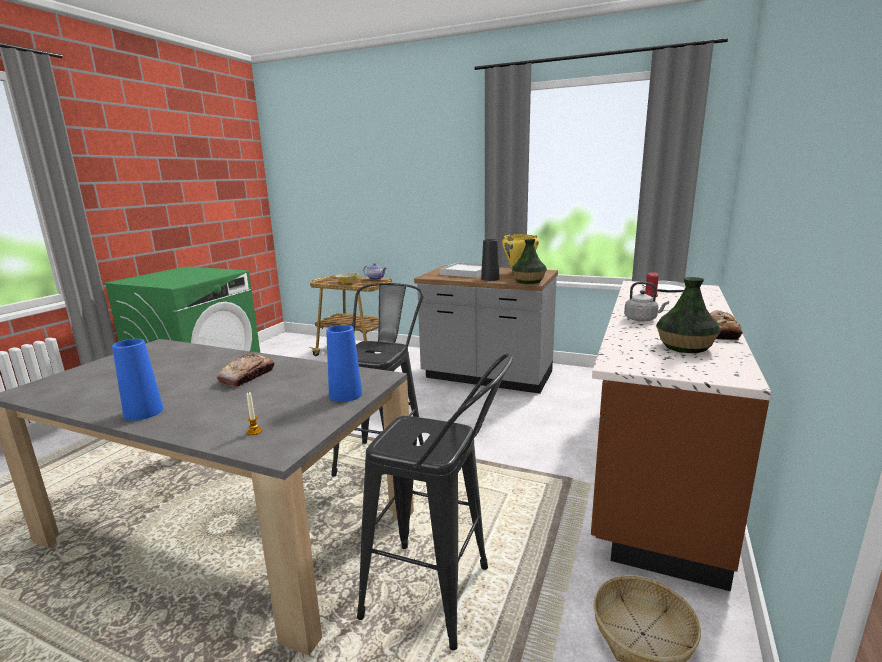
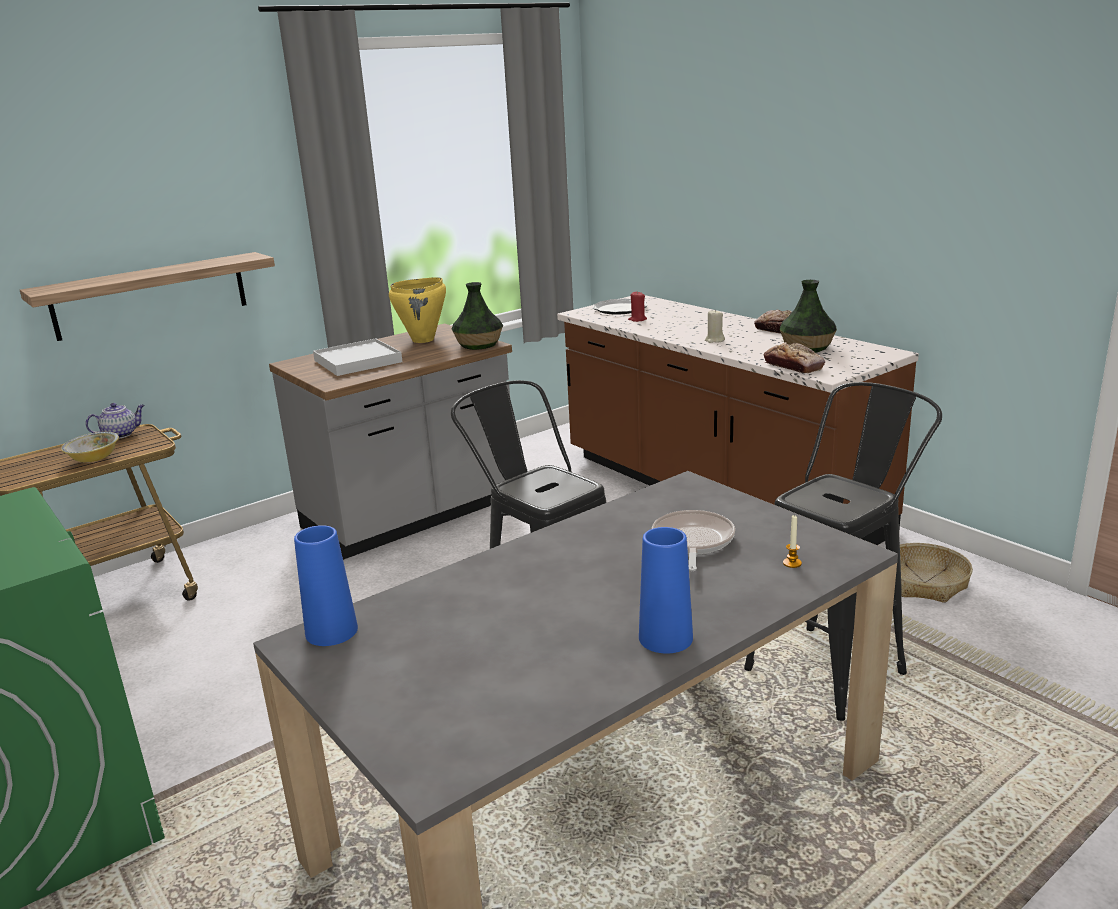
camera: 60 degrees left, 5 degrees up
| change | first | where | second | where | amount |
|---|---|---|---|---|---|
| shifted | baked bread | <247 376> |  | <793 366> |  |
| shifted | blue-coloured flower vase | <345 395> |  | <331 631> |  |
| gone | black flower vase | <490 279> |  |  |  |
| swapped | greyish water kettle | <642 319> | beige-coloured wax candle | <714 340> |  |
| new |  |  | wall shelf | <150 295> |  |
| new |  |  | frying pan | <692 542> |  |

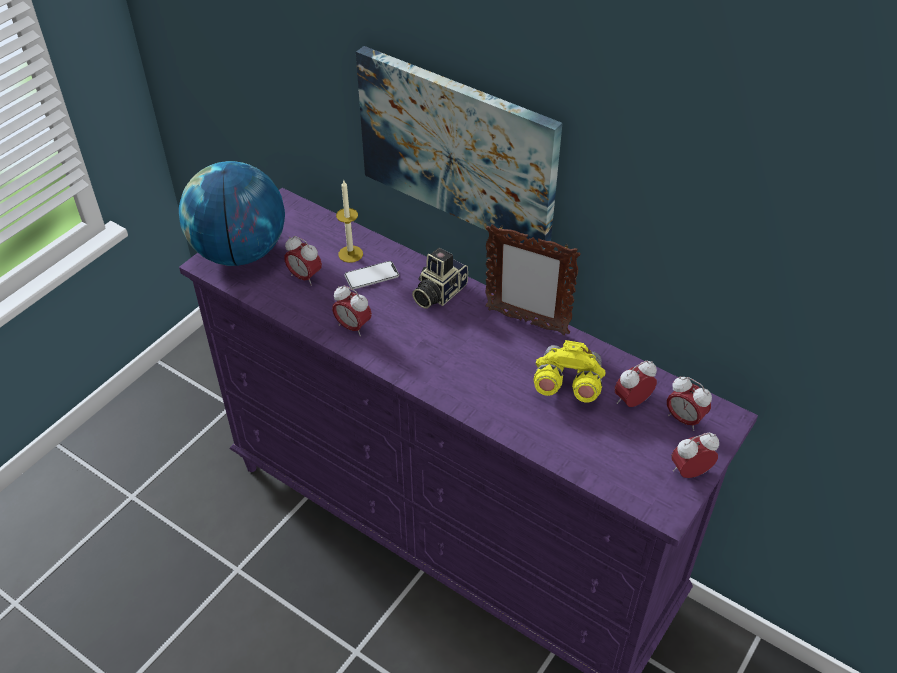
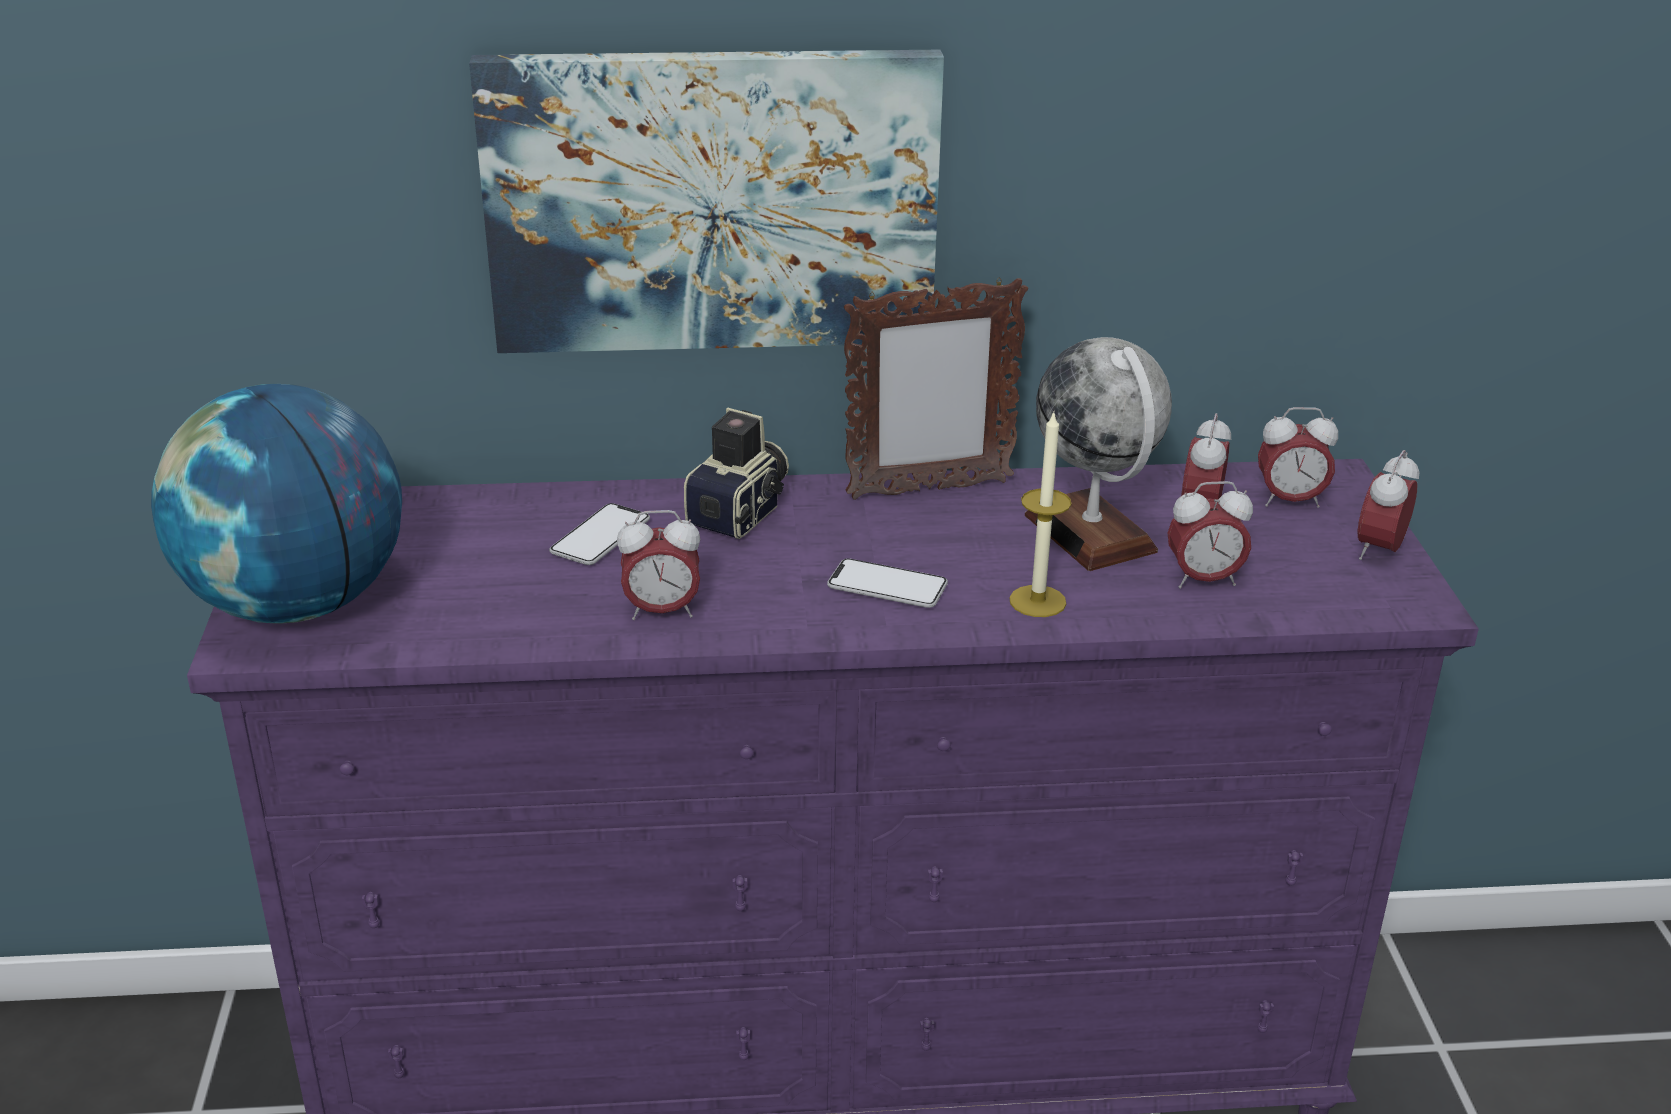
camera: 40 degrees left, 15 degrees down
| change | first | where | second | where | amount |
|---|---|---|---|---|---|
| shifted | table clock | <305 277> |  | <1203 580> |  |
| shifted | wax candle | <350 254> |  | <1037 601> |  |
| rotated | photo camera | <438 292> |  | <743 512> | 150 degrees counterclockwise |
| swapped | yellow binoculars | <567 384> | desk globe | <1091 533> |  |
| new |  |  | telephone | <887 586> |  |

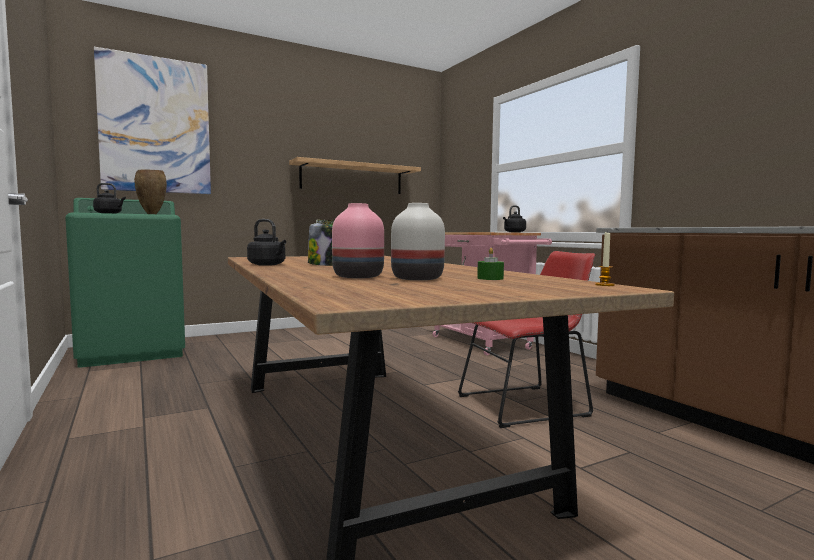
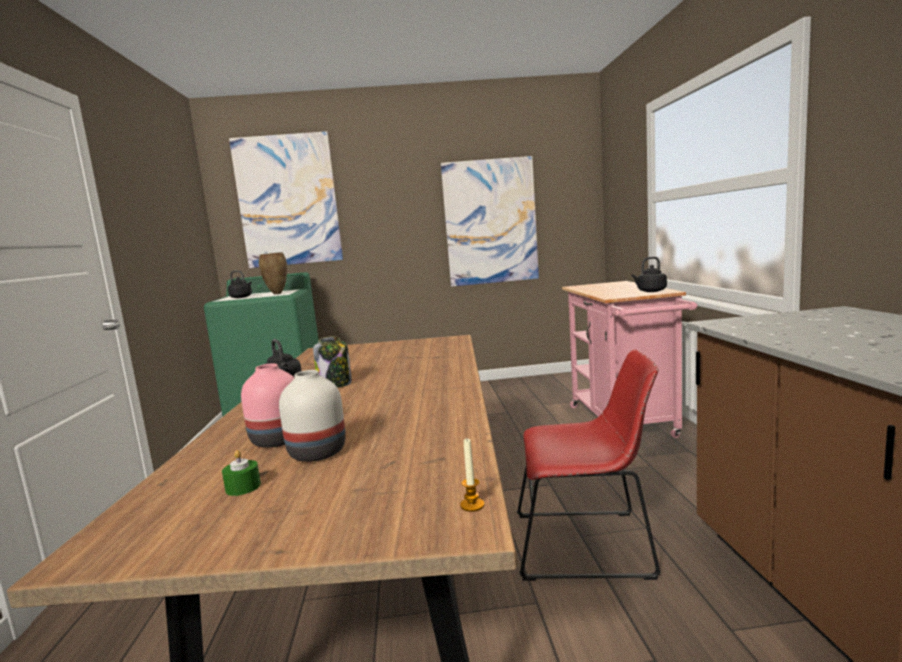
camera: 25 degrees right, 5 degrees up
| change | first | where | second | where | amount |
|---|---|---|---|---|---|
| swapped | wall shelf | <352 178> | wall art | <490 222> |  |
| shifted | greenish wax candle | <490 278> |  | <243 487> |  |

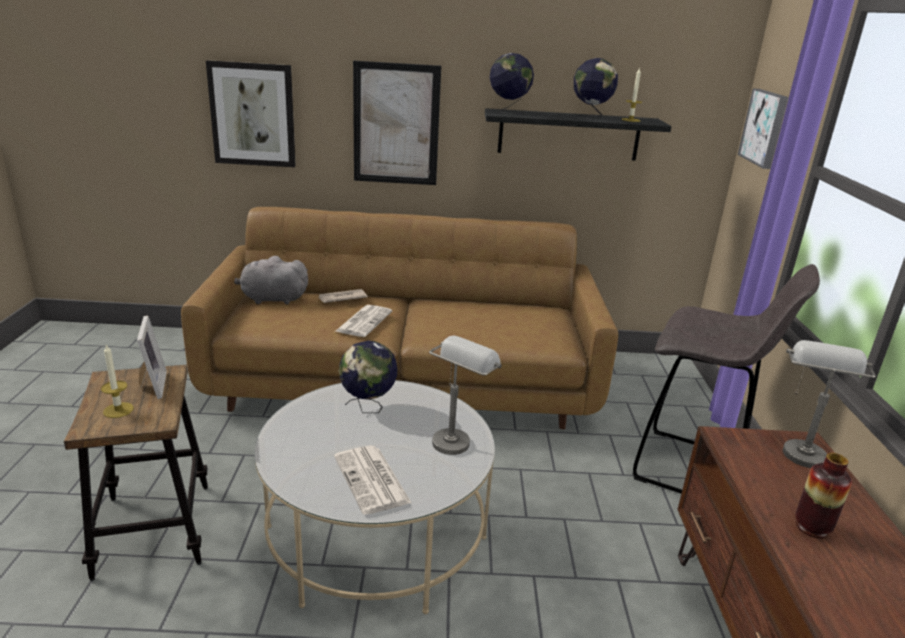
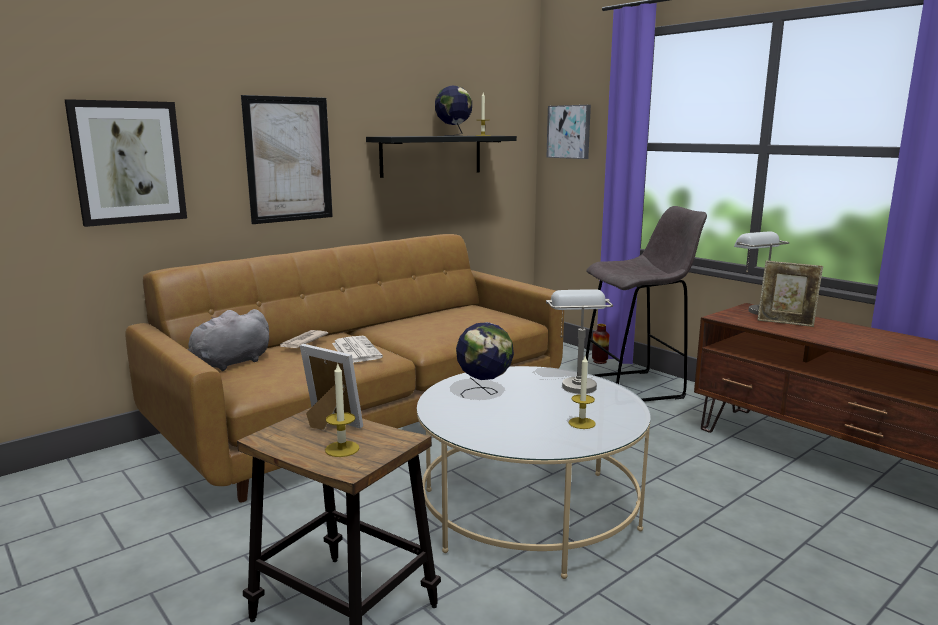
camera: 40 degrees left, 10 degrees down
| change | first | where | second | where | amount |
|---|---|---|---|---|---|
| swapped | newspaper | <372 480> | wax candle | <581 423> |  |
| gone | desk globe | <508 111> |  |  |  |
| shifted | flower vase | <812 527> |  | <599 361> |  |
| new |  |  | photo frame | <785 323> |  |

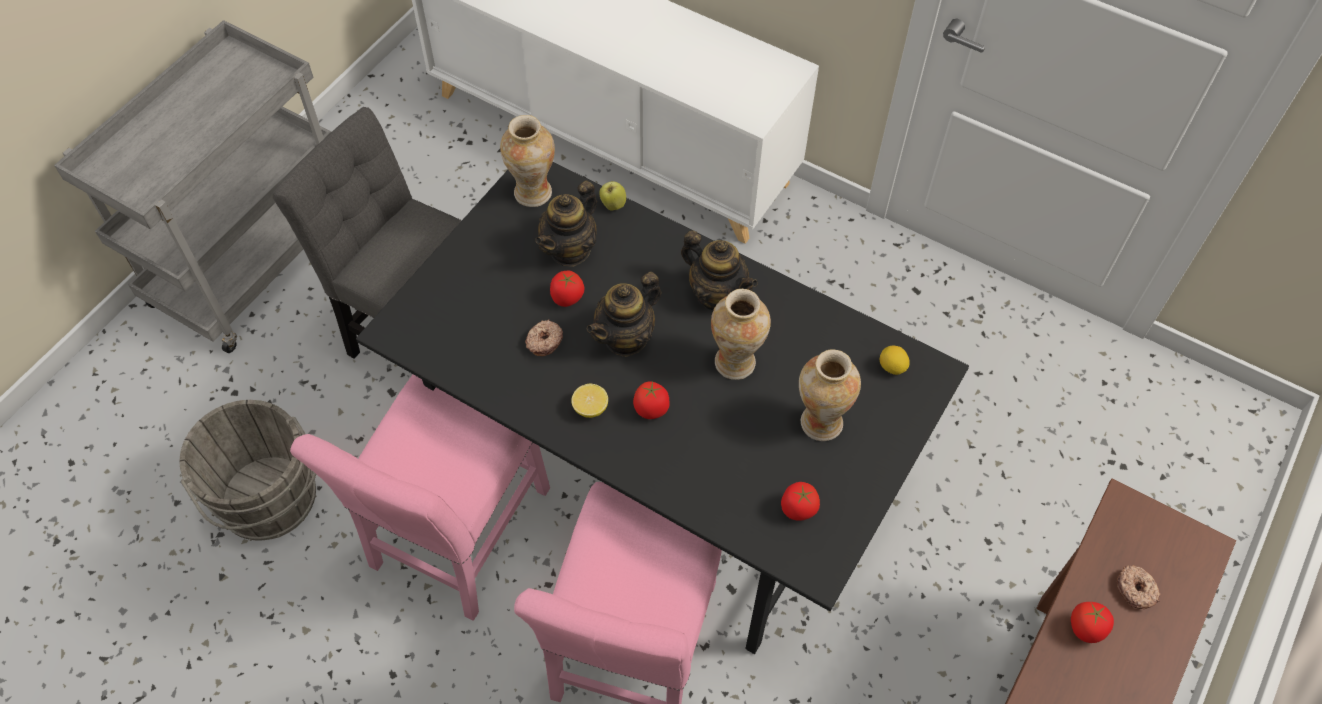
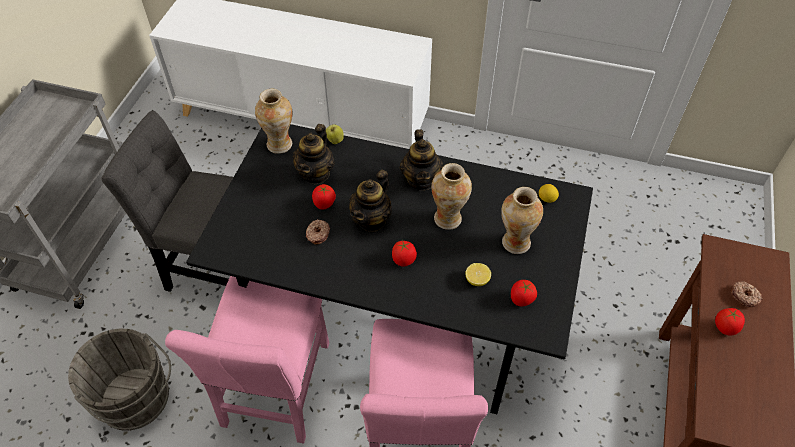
camera: 15 degrees left, 5 degrees down
| change | first | where | second | where | amount |
|---|---|---|---|---|---|
| shifted | whole lemon | <590 408> |  | <477 280> |  |
| rotated | pot for tea | <717 294> |  | <421 180> | 60 degrees clockwise |

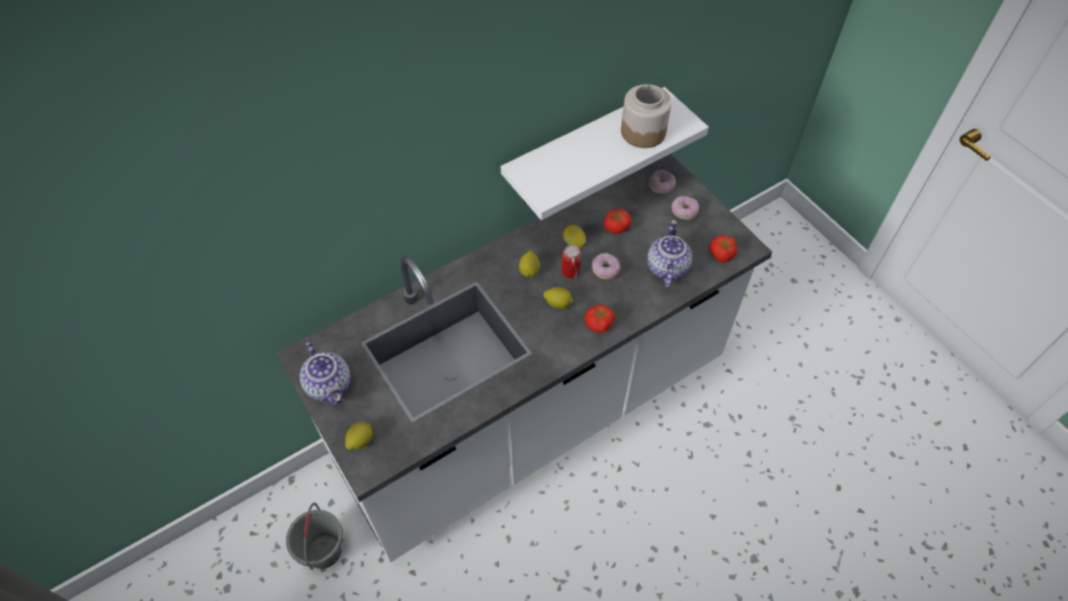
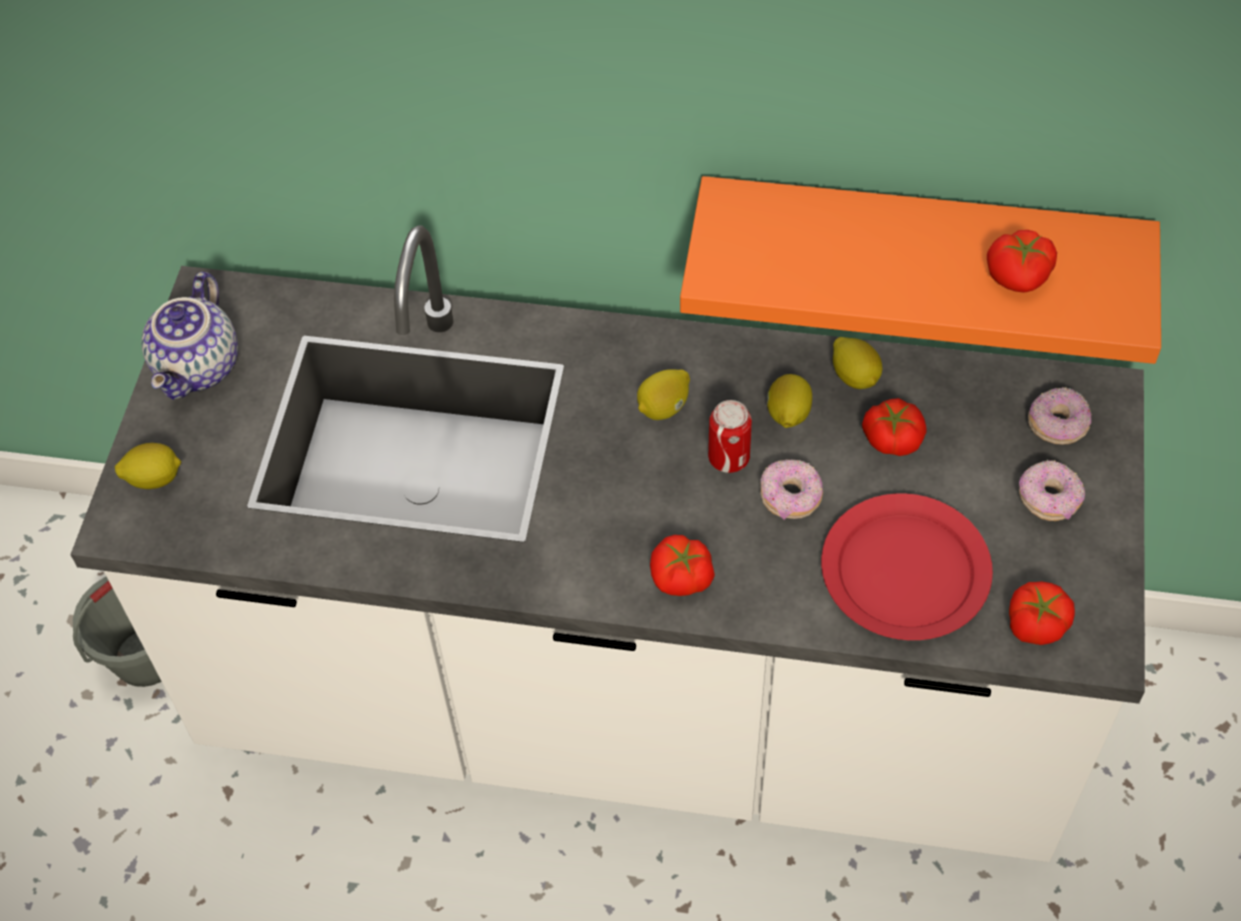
camera: 45 degrees right, 0 degrees up
| change | first | where | second | where | amount |
|---|---|---|---|---|---|
| repainted | white-coloured wall shelf | <583 149> | orange-coloured wall shelf | <919 249> |  |
| shifted | whole lemon | <558 303> |  | <855 376> |  |
| swapped | jar | <643 131> | whole tomato | <1019 276> |  |
| swapped | pot for tea | <666 267> | red-coloured flat dish | <903 571> |  |

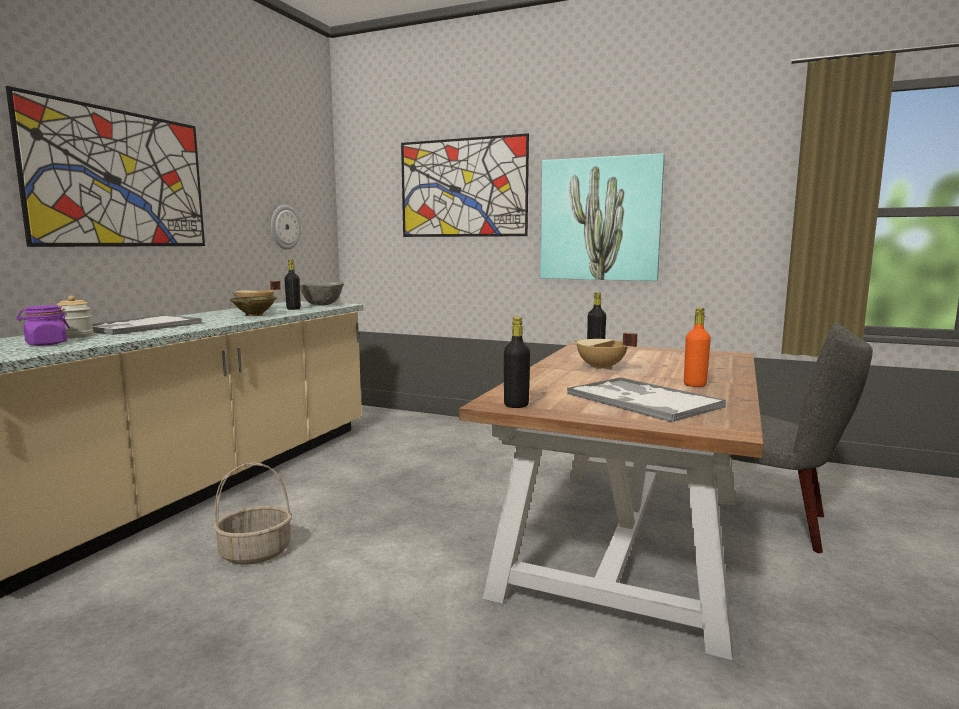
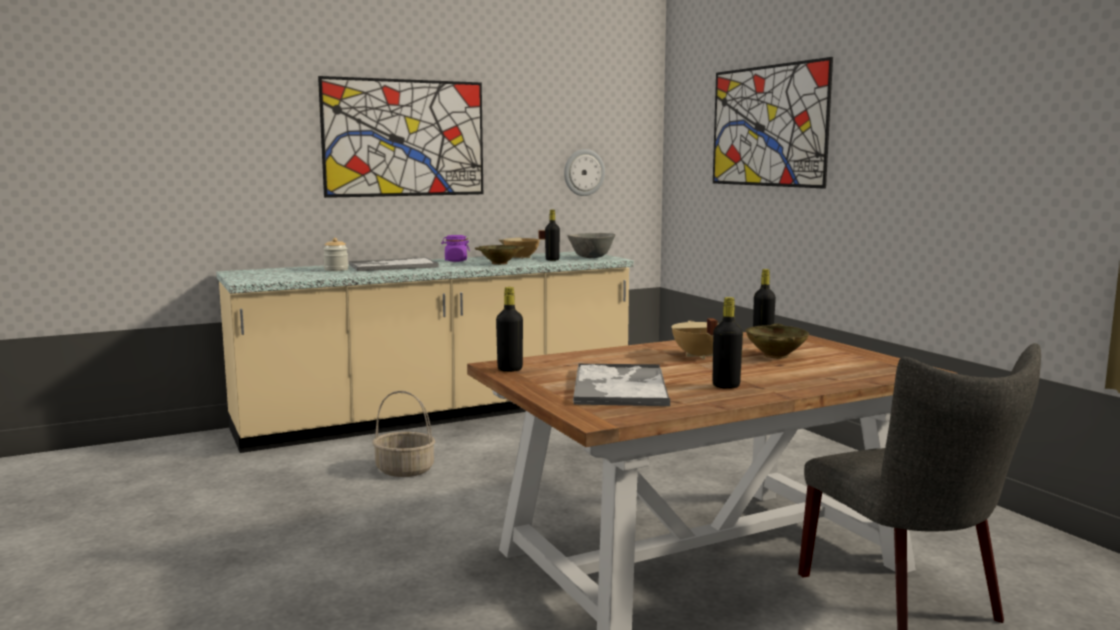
camera: 40 degrees right, 0 degrees up
| change | first | where | second | where | amount |
|---|---|---|---|---|---|
| shifted | purple-coloured jar | <46 344> |  | <455 261> |  |
| gone | wall art | <600 219> |  |  |  |
| repainted | orange-coloured bottle | <695 385> | black bottle | <726 386> |  |
| new |  |  | beige-coloured bowl | <775 355> |  |

